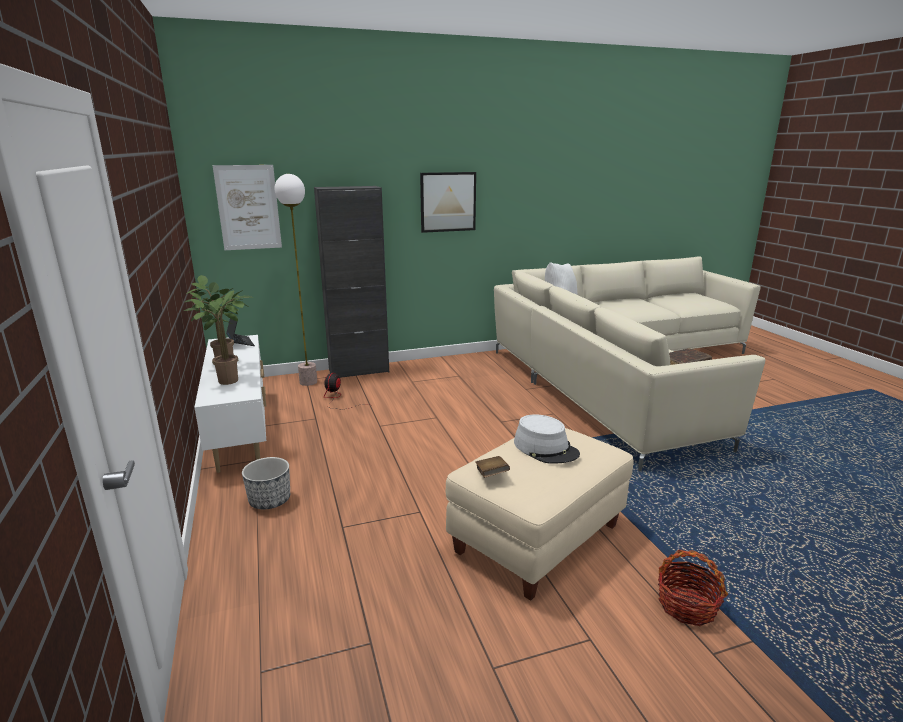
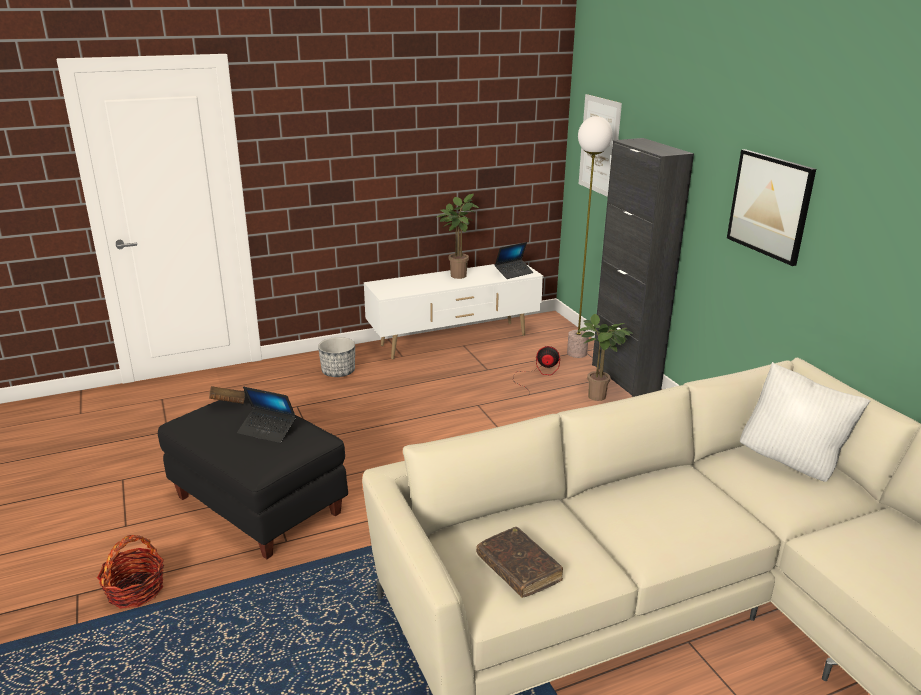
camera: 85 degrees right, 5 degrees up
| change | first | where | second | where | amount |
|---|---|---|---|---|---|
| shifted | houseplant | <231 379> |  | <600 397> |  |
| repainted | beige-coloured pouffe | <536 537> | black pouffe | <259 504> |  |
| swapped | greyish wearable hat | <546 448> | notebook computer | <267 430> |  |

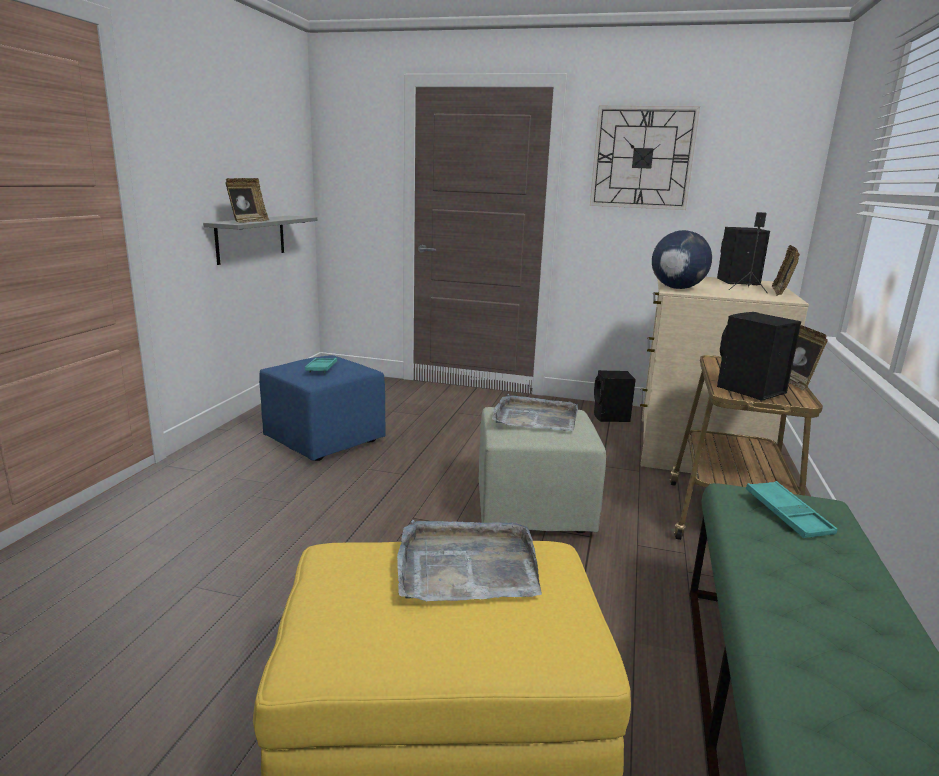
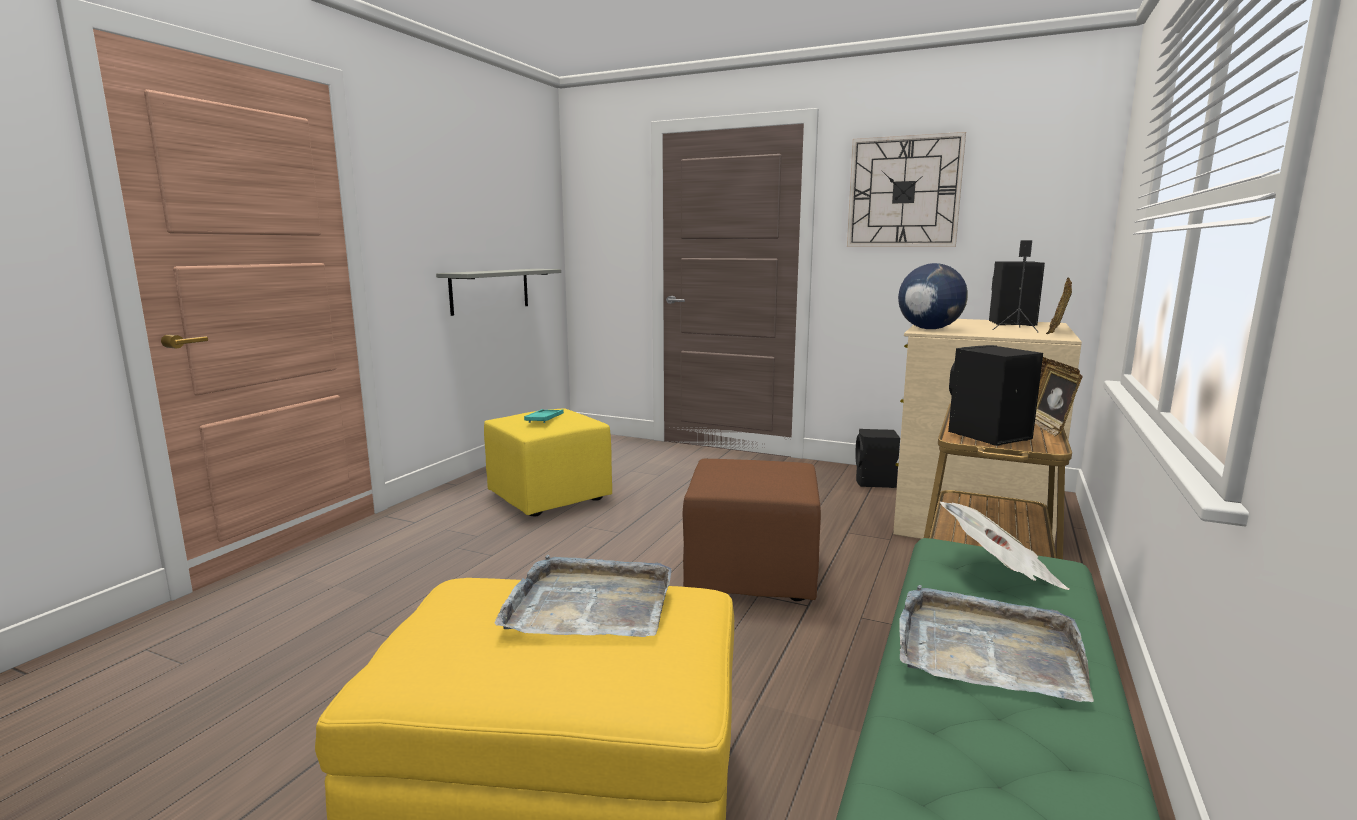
camera: 10 degrees right, 5 degrees down
| change | first | where | second | where | amount |
|---|---|---|---|---|---|
| gone | photo frame | <248 221> |  |  |  |
| repainted | blue-coloured pouffe | <326 441> | yellow pouffe | <550 497> |  |
| repainted | greenish pouffe | <535 509> | brown-coloured pouffe | <753 574> |  |
| shifted | greyish serving tray | <535 417> |  | <986 649> |  |
| swapped | turquoise-coloured serving tray | <787 515> | newspaper | <999 573> |  |

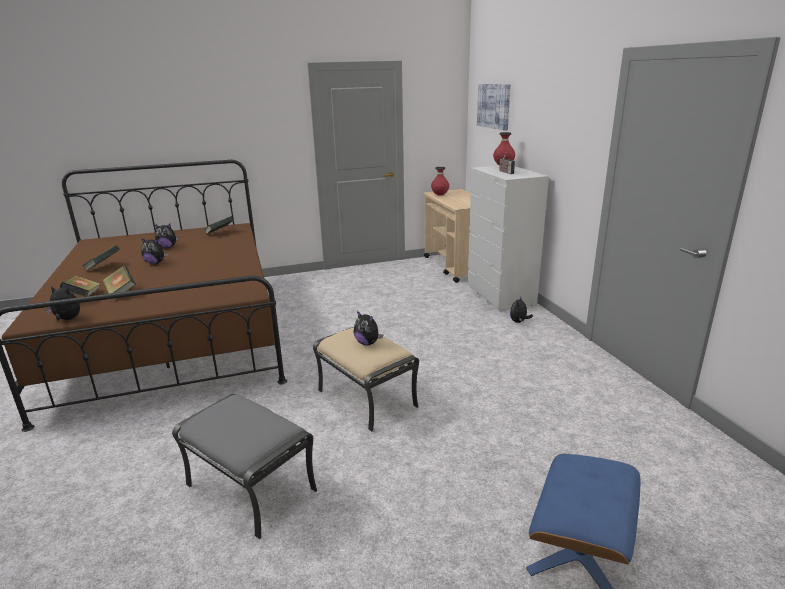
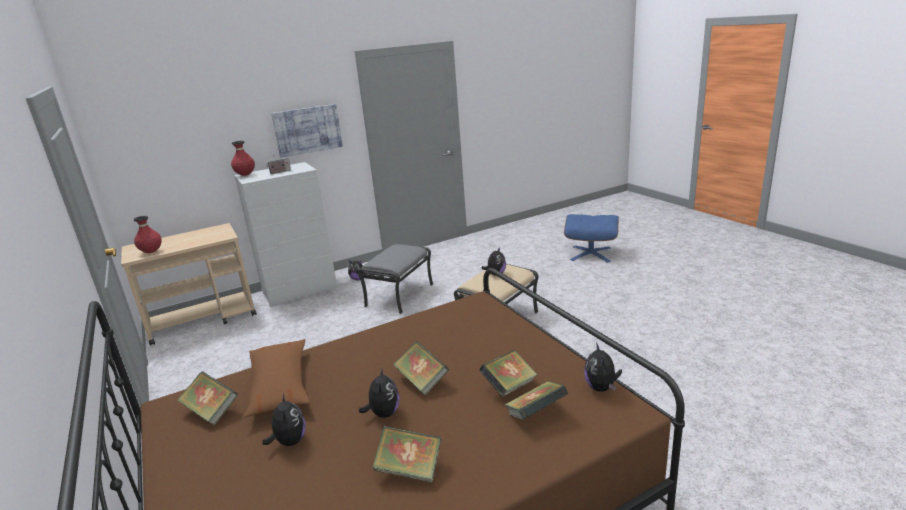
camera: 100 degrees left, 0 degrees up
| change | first | where | second | where | amount |
|---|---|---|---|---|---|
| shifted | greyish pouffe | <252 487> |  | <399 295> |  |
| shifted | wall art | <494 106> |  | <307 130> |  |
| new |  |  | brown-coloured pillow | <279 386> |  |
| new |  |  | volume | <422 381> |  |

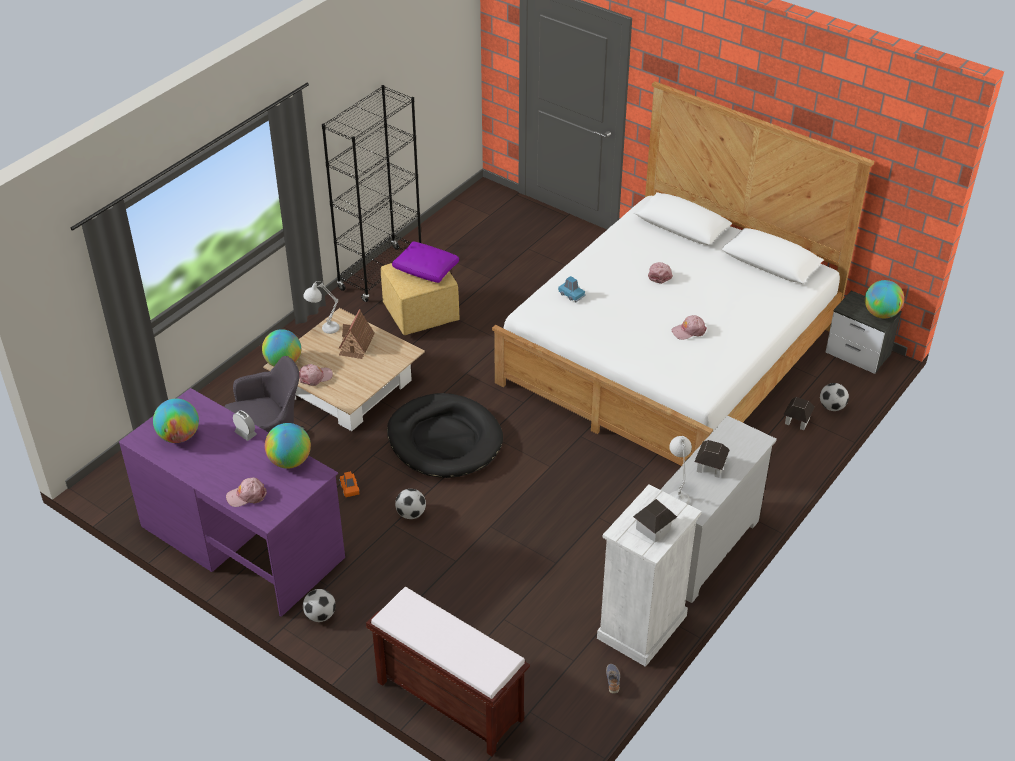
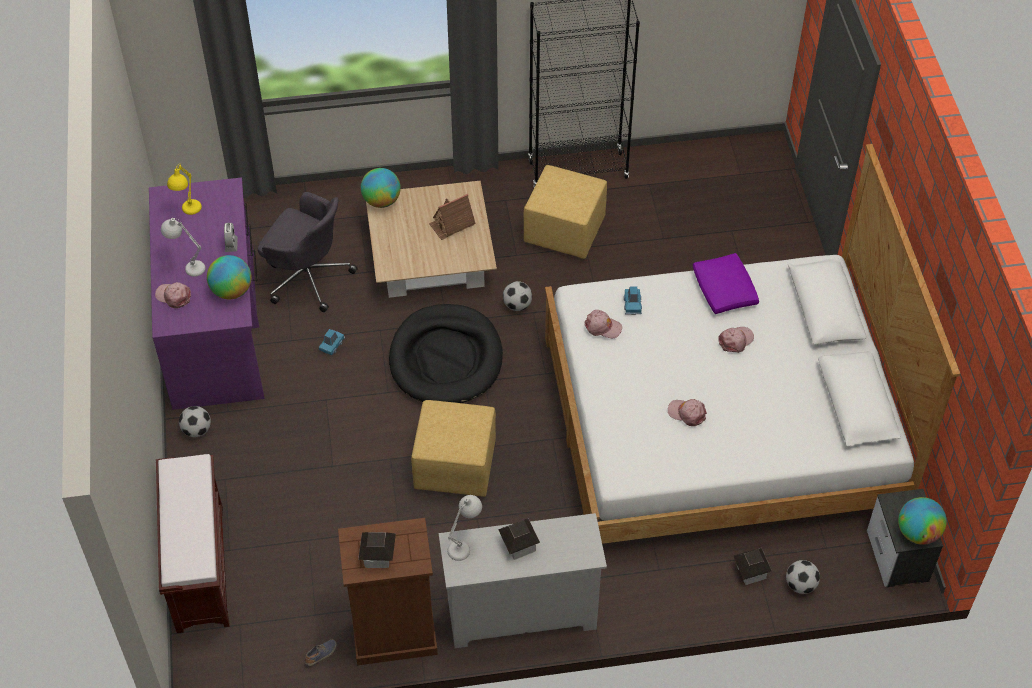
camera: 45 degrees right, 10 degrees up
| change | first | where | second | where | amount |
|---|---|---|---|---|---|
| swapped | desk globe | <179 436> | yellow table lamp | <188 213> |  |
| shifted | pinkish cap | <315 377> |  | <602 327> |  |
| shifted | white-coloured table lamp | <323 330> |  | <187 266> |  |
| repainted | orange-coloured toy car | <349 488> | blue-coloured toy car | <332 345> |  |
| shifted | purple-coloured pillow | <426 269> |  | <724 290> |  |
| shifted | ball for football | <411 514> |  | <517 305> |  |
| repainted | white-coloured chest of drawers | <642 627> | brown-coloured chest of drawers | <394 633> |  |
| new |  |  | yellow pouffe | <454 467> |  |

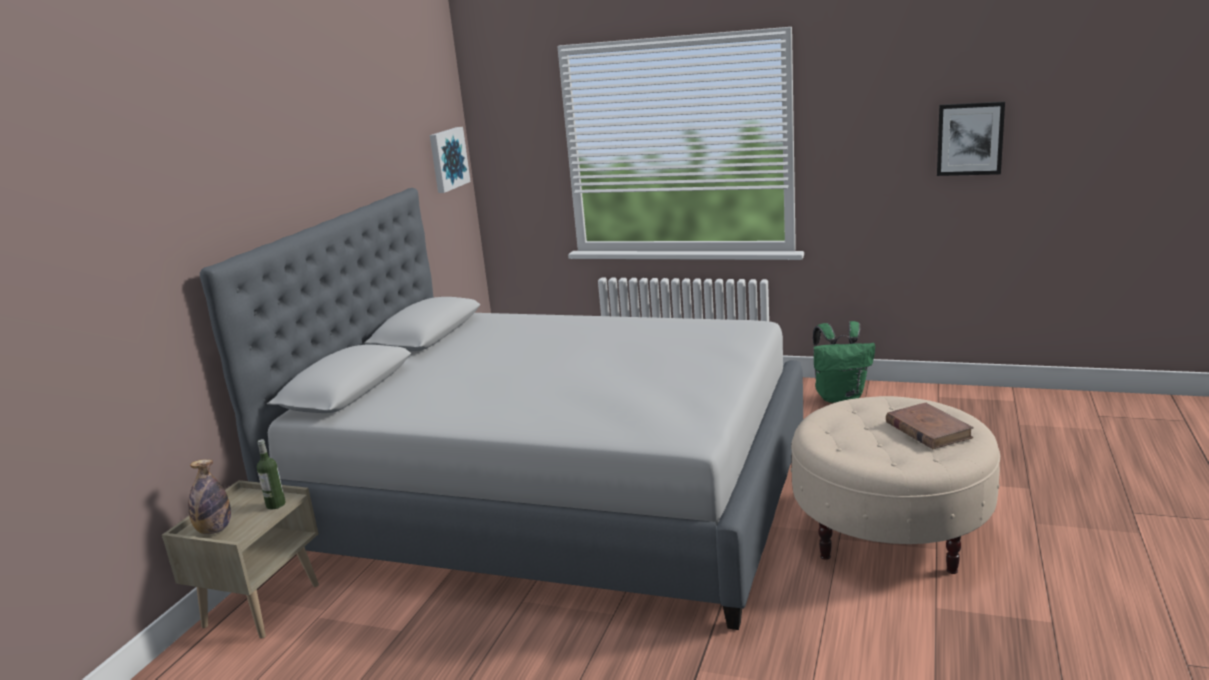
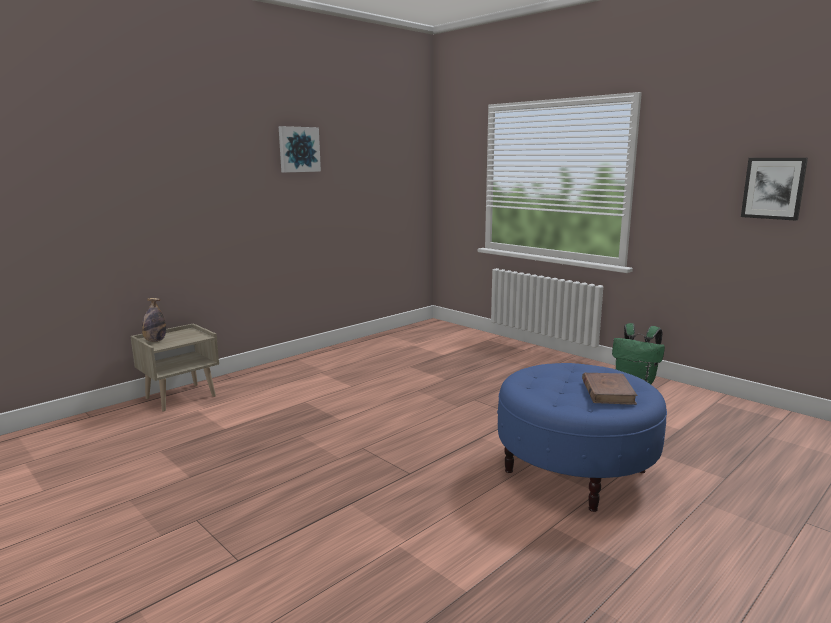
camera: 25 degrees right, 5 degrees down
| change | first | where | second | where | amount |
|---|---|---|---|---|---|
| gone | greyish sleeping bed | <555 497> |  |  |  |
| gone | bottle | <276 504> |  |  |  |
| shifted | wall art | <447 159> |  | <298 149> |  |
| repainted | beige-coloured pouffe | <890 531> | blue-coloured pouffe | <574 470> |  |

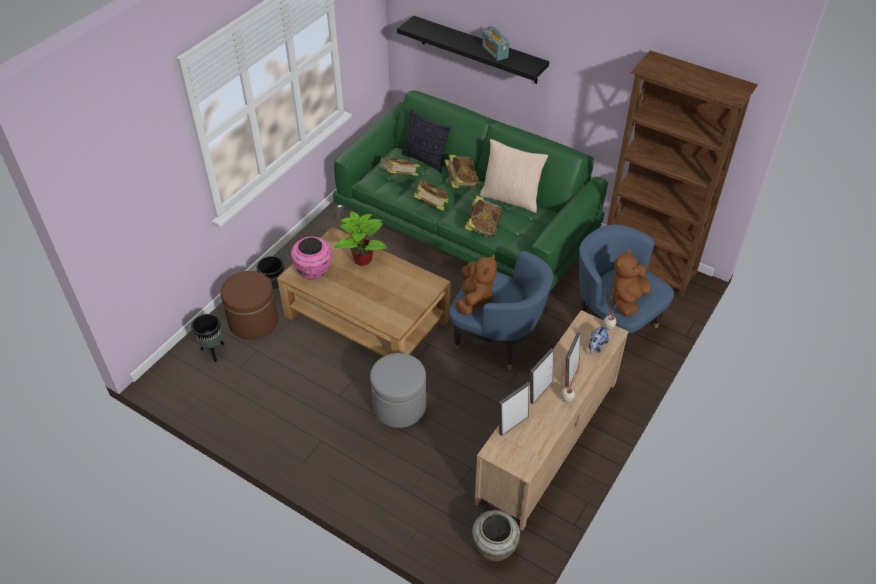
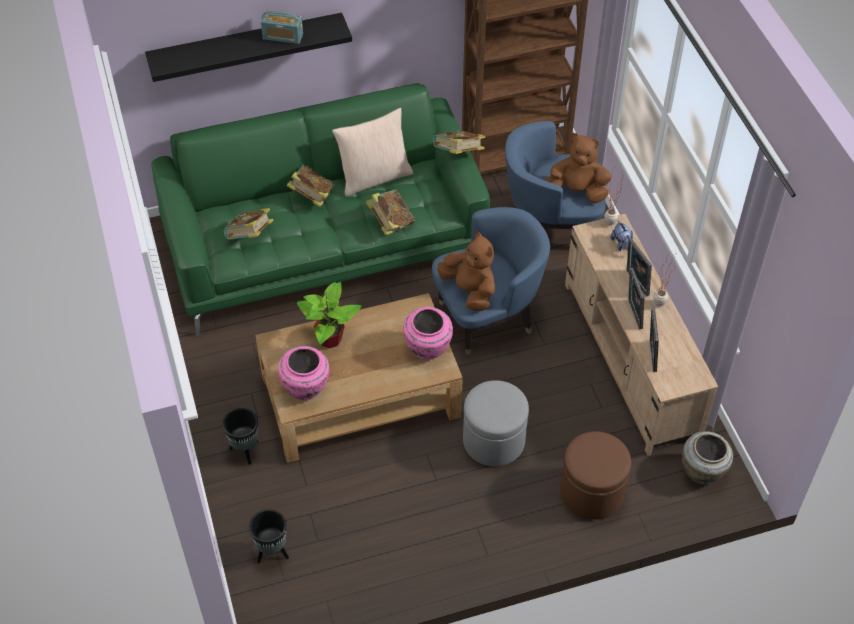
camera: 50 degrees left, 5 degrees up
| change | first | where | second | where | amount |
|---|---|---|---|---|---|
| shifted | brown-coloured pouffe | <253 321> |  | <591 492> |  |
| gone | pillow | <425 160> |  |  |  |
| shifted | volume | <431 205> |  | <458 154> |  |
| rotated | brown-coloured plush toy | <627 300> |  | <577 191> | 120 degrees clockwise |
| new |  |  | pinkish flower vase | <427 349> |  |

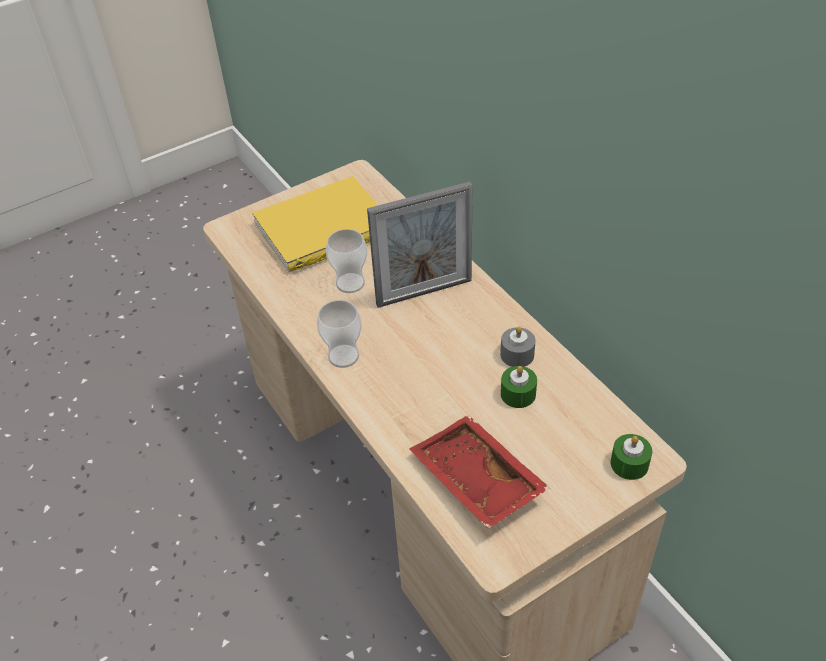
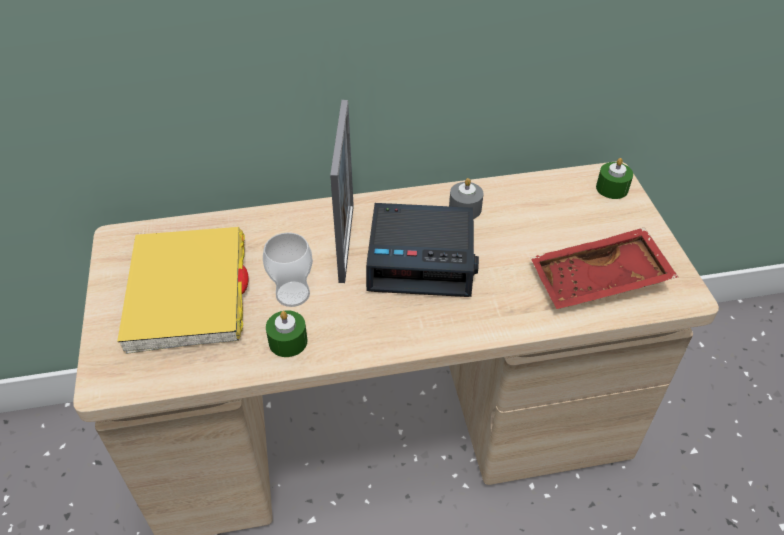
camera: 70 degrees left, 0 degrees up
| change | first | where | second | where | amount |
|---|---|---|---|---|---|
| gone | drinking cup | <343 356> |  |  |  |
| shifted | greenish wax candle | <518 394> |  | <288 341> |  |
| new |  |  | table clock | <422 258> |  |

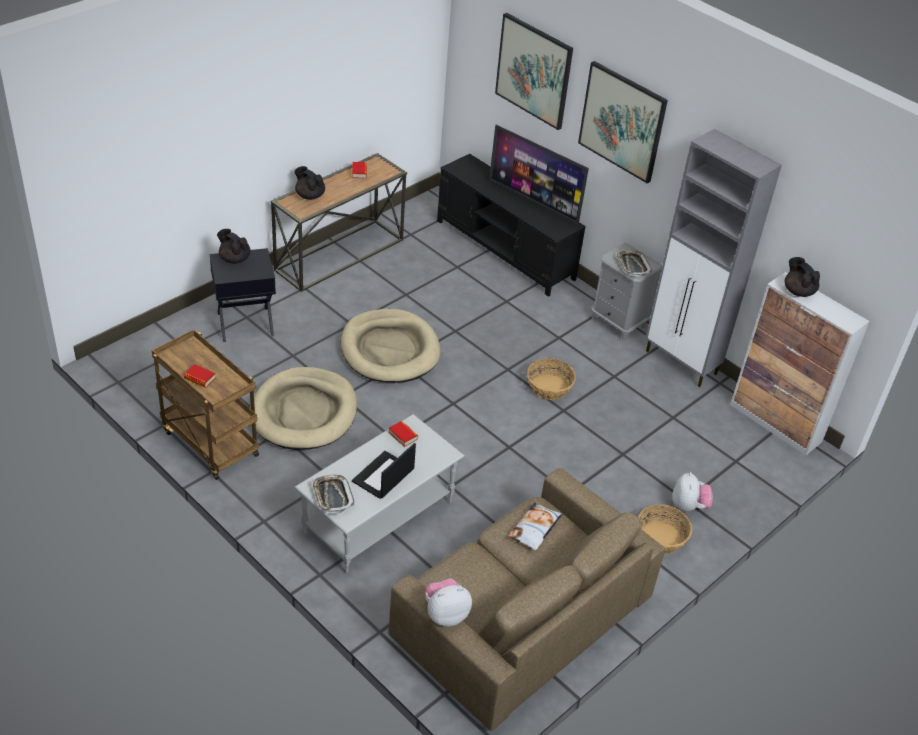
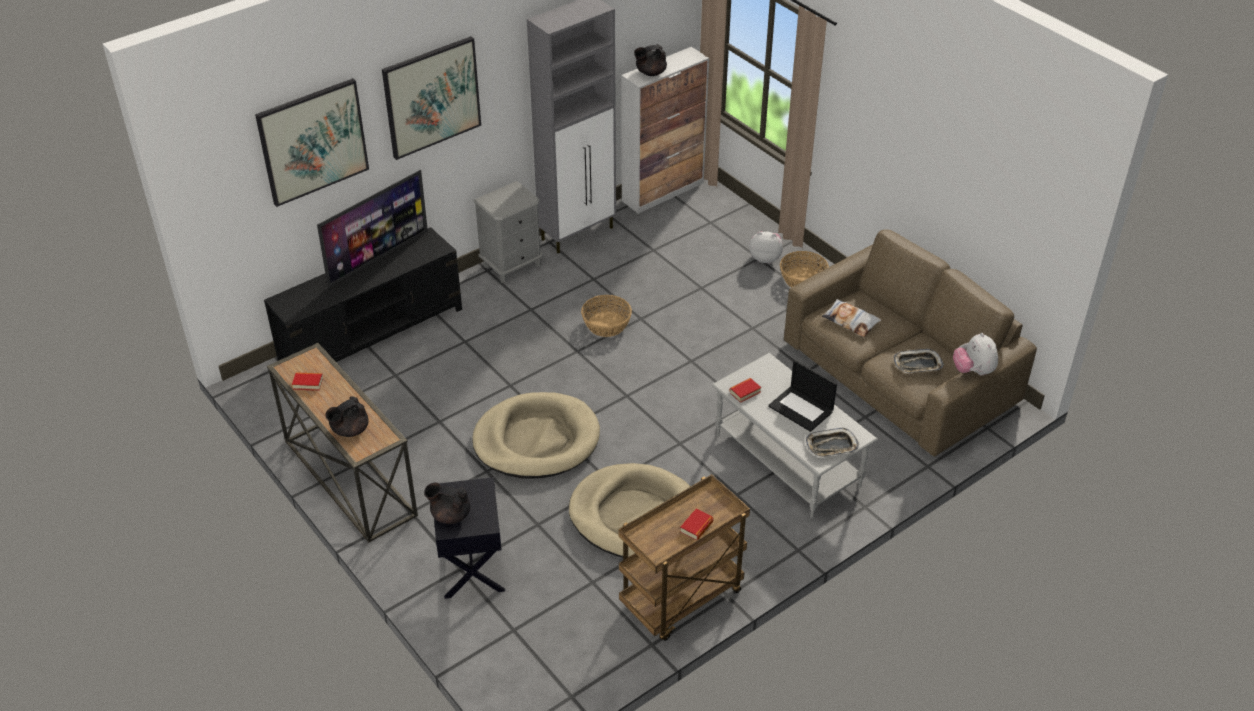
camera: 80 degrees left, 0 degrees up
| change | first | where | second | where | amount |
|---|---|---|---|---|---|
| rotated | black pot for tea | <234 258> |  | <450 515> | 60 degrees clockwise |
| shifted | serving tray | <632 265> |  | <917 364> |  |

